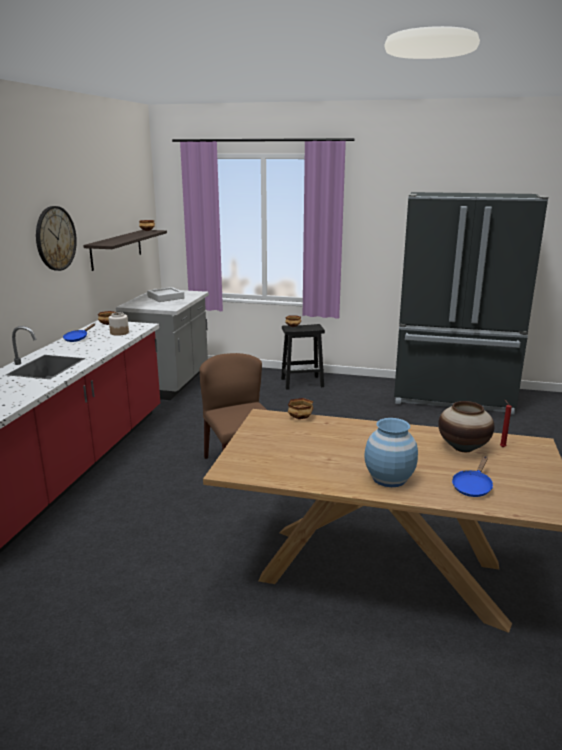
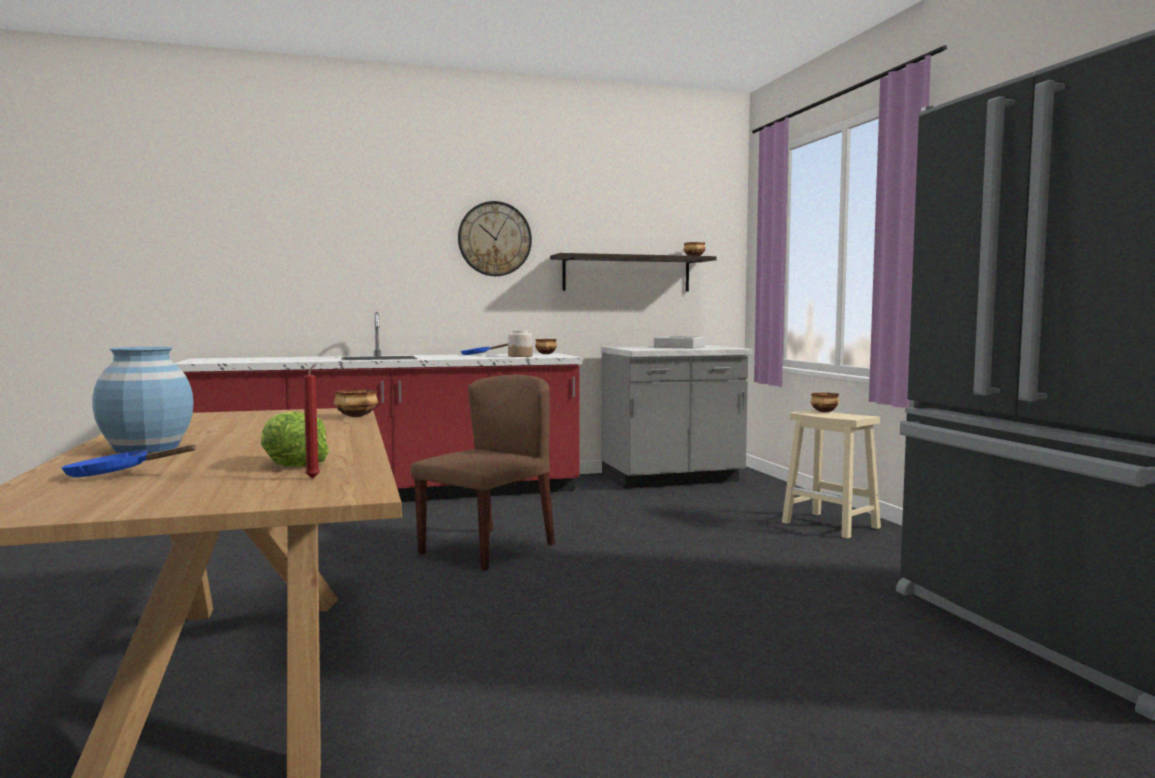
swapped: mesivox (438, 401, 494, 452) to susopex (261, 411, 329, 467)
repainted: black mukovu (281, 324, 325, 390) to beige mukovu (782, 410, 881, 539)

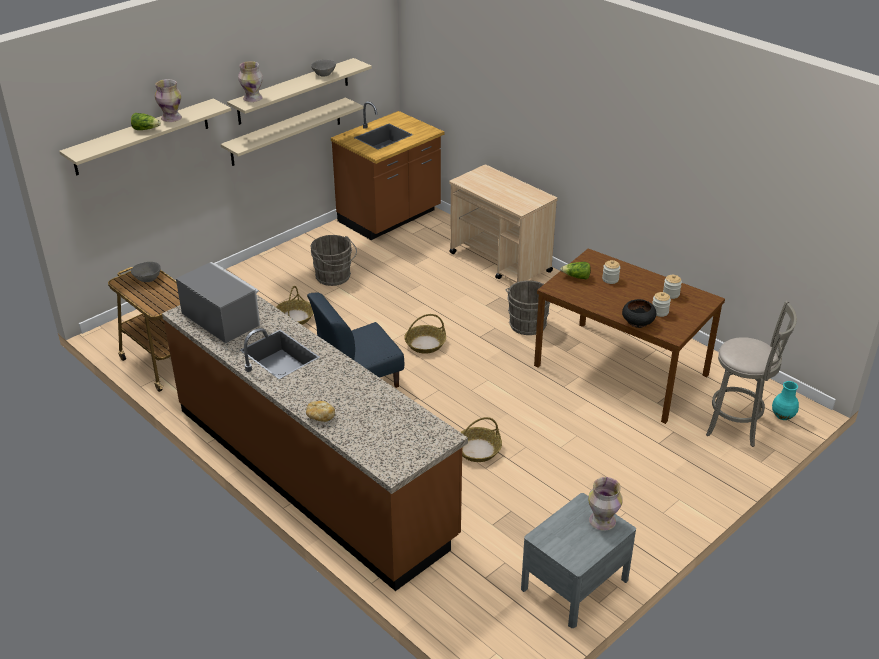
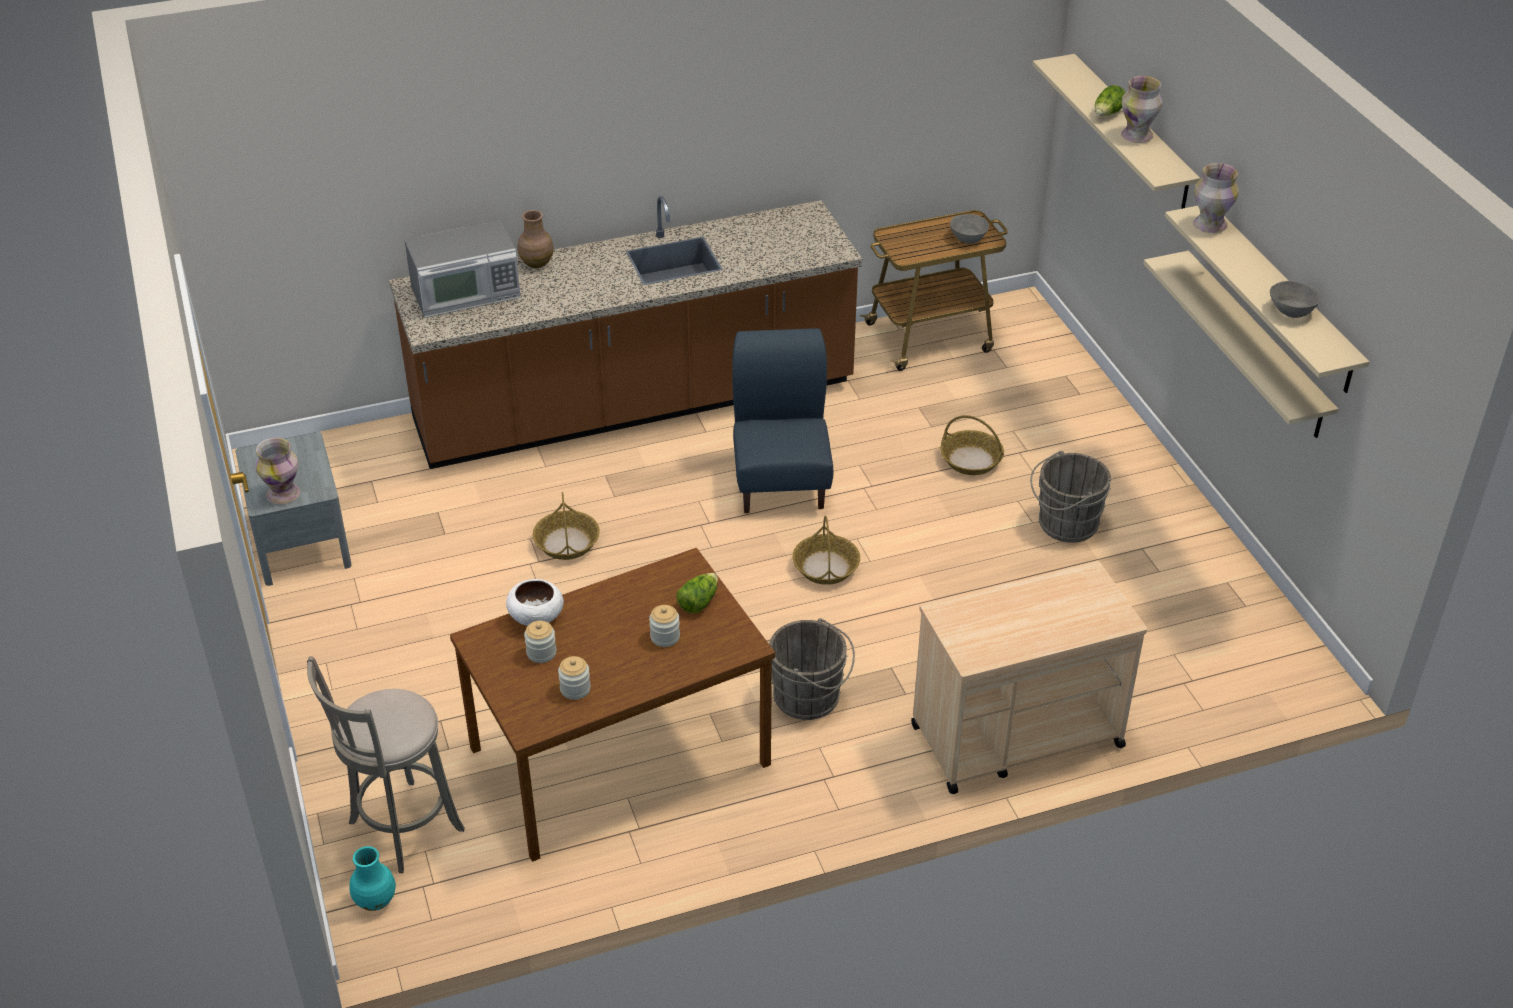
gone: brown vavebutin (331, 102, 444, 240)
shifted: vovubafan (176, 262, 260, 344) to (404, 220, 521, 318)
swapped: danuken (306, 401, 335, 422) to brown mesivox (518, 210, 554, 268)
repainted: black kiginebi (622, 299, 656, 328) to white kiginebi (506, 579, 564, 626)

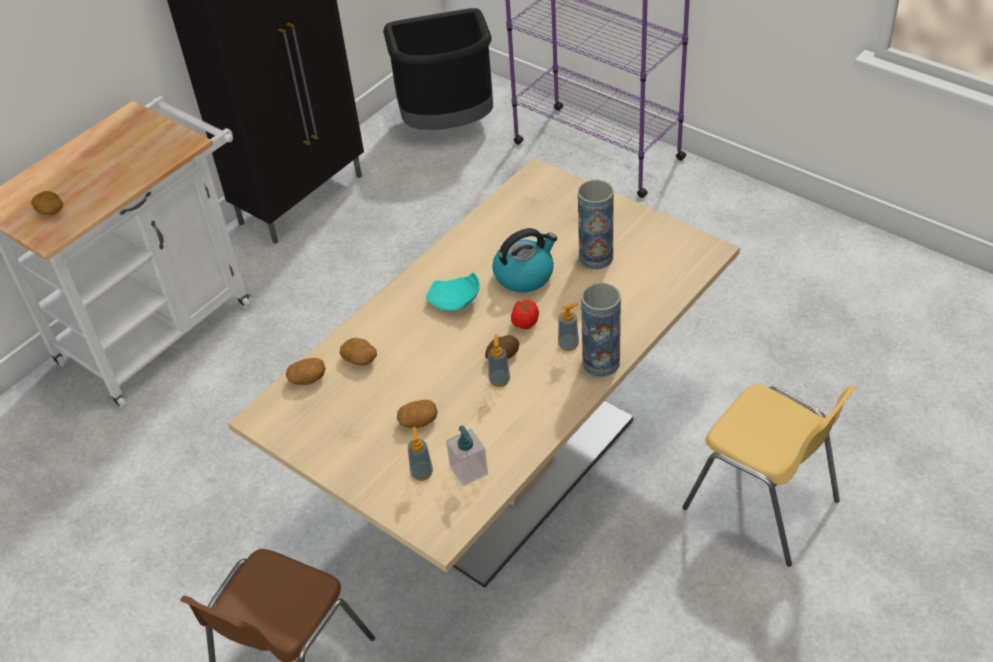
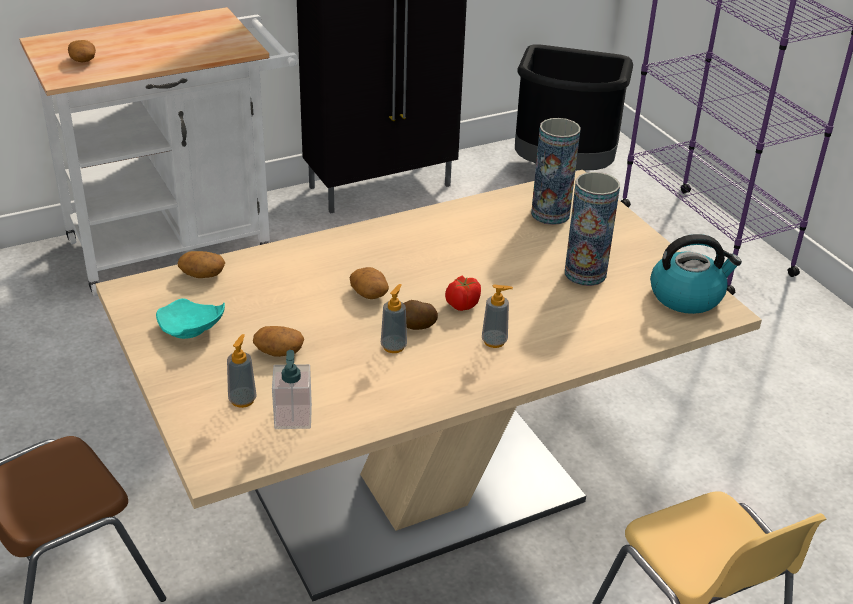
shifted: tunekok (492, 228, 557, 292) to (650, 234, 742, 314); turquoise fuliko (426, 273, 480, 311) to (156, 298, 225, 339); mesivox (581, 282, 621, 377) to (531, 118, 581, 225); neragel (340, 338, 377, 366) to (350, 267, 389, 299)

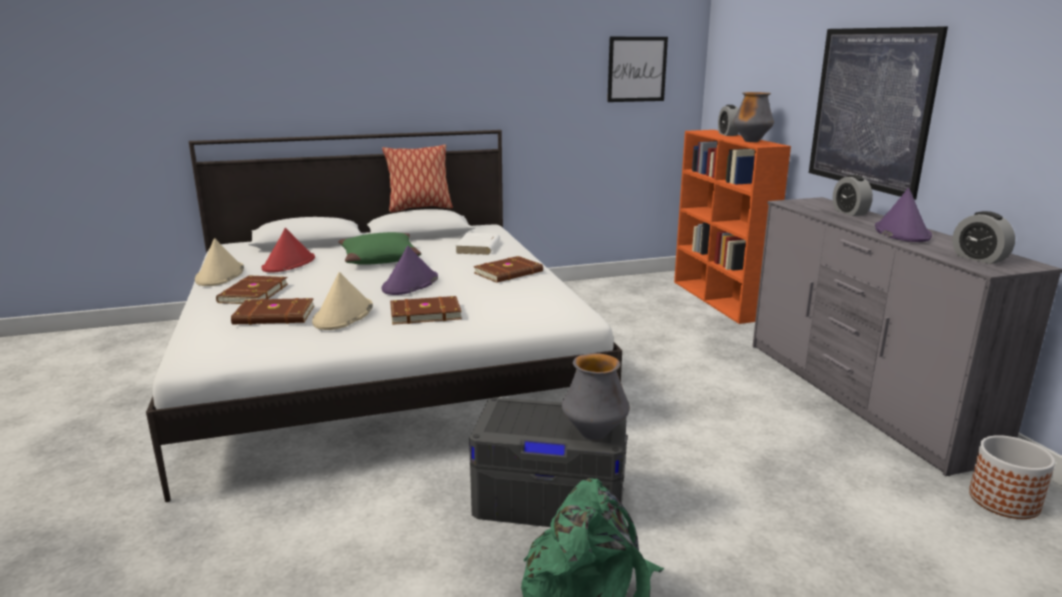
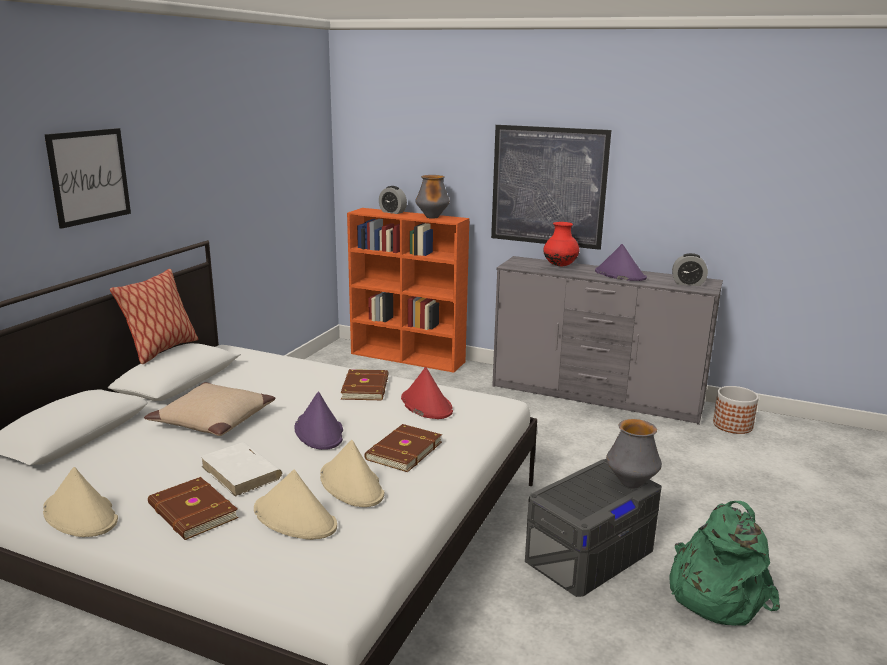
shifted: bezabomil (607, 37, 668, 102) to (44, 128, 131, 229); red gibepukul (261, 228, 315, 273) to (401, 367, 453, 419); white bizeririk (455, 233, 500, 255) to (200, 442, 283, 497)
swapped: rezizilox (833, 175, 873, 216) to red mesivox (543, 222, 580, 266); brown bizeririk (231, 298, 314, 325) to beige gibepukul (254, 470, 337, 540)
repainted: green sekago (338, 232, 421, 265) to beige sekago (144, 382, 276, 436)

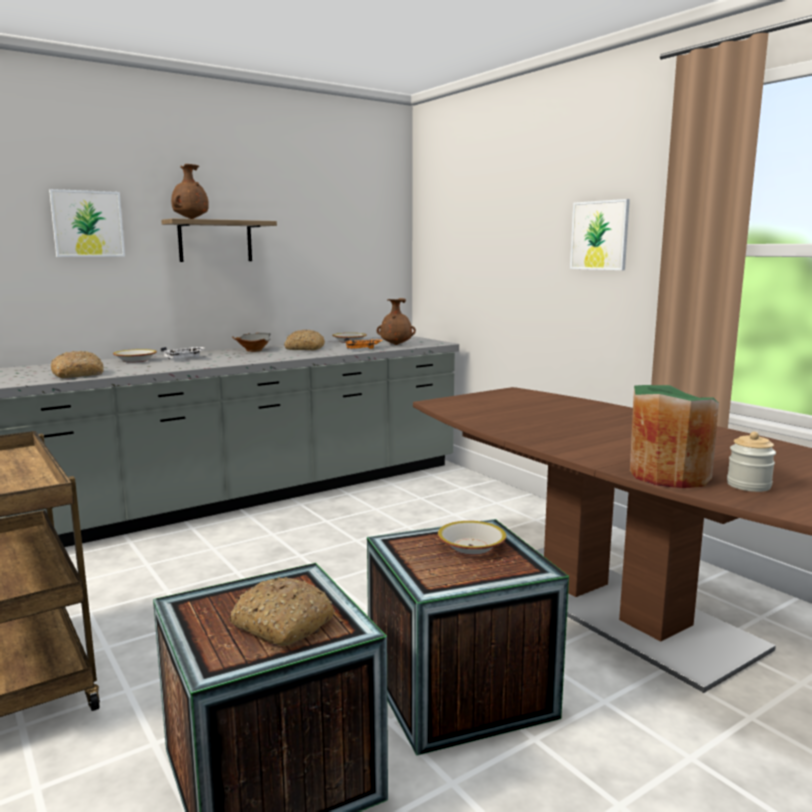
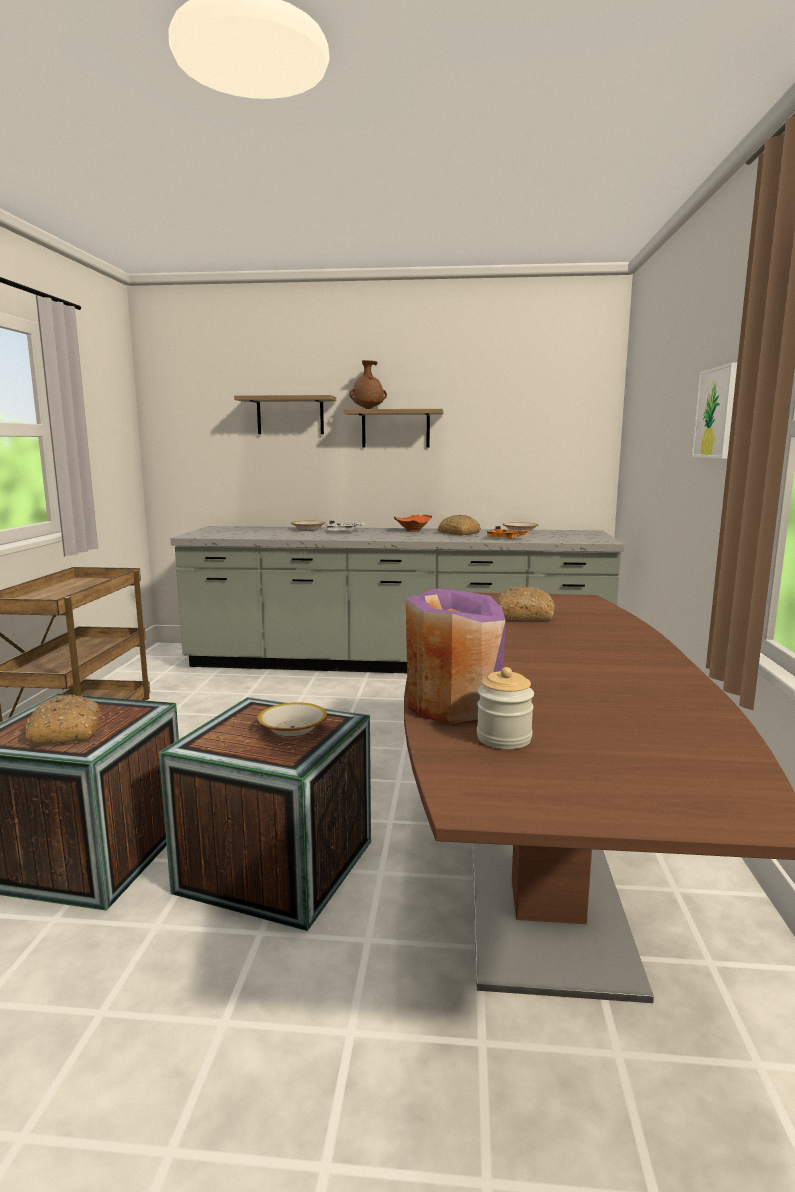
gone: brown mesivox (377, 298, 416, 345)
shifted: danuken (51, 351, 104, 378) to (496, 586, 555, 620)
swapped: bezabomil (49, 189, 125, 257) to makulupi (234, 395, 336, 434)
repainted: grey kiginebi (232, 332, 271, 352) to orange kiginebi (394, 515, 432, 532); green mesivox (630, 385, 719, 488) to purple mesivox (406, 589, 505, 724)

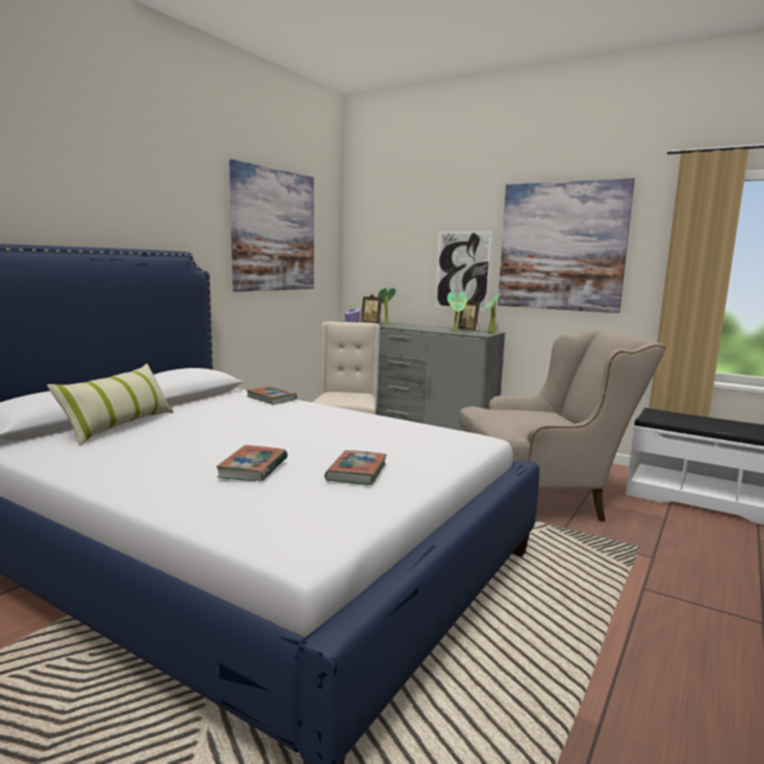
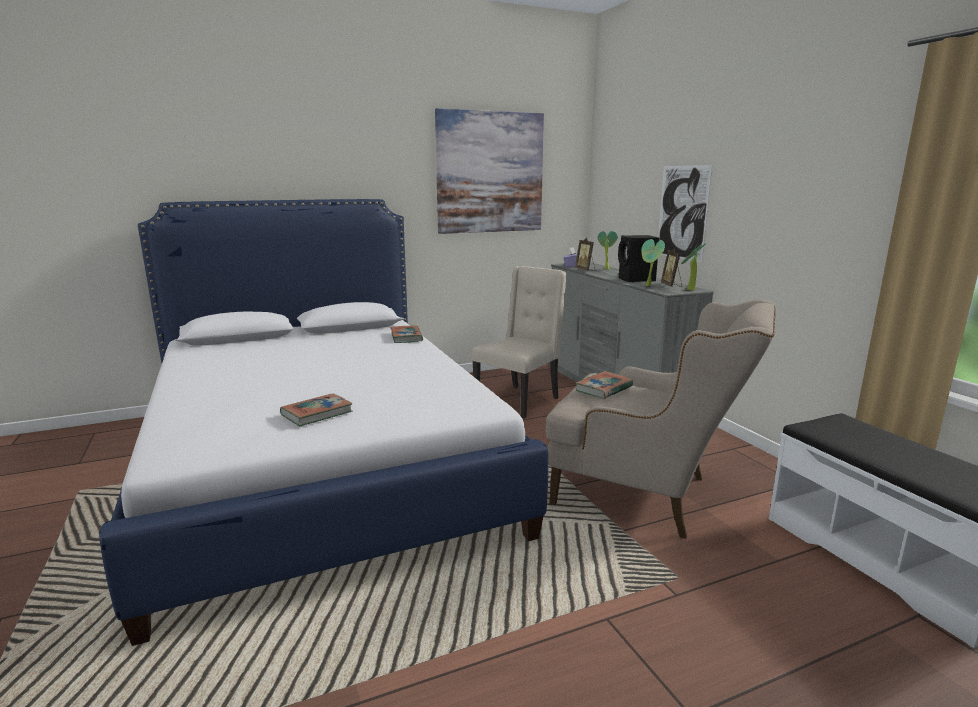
gone: bezabomil (498, 178, 635, 313); sekago (47, 363, 173, 446)
new: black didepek (618, 235, 659, 282)
shifted: bizeririk (216, 445, 287, 481) to (576, 371, 633, 399)

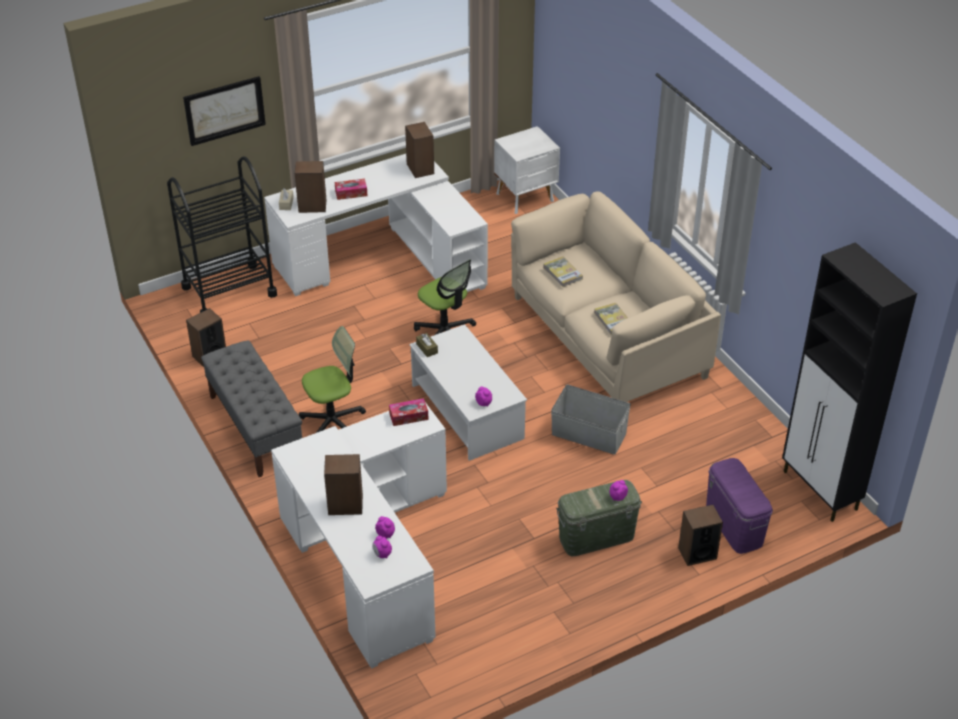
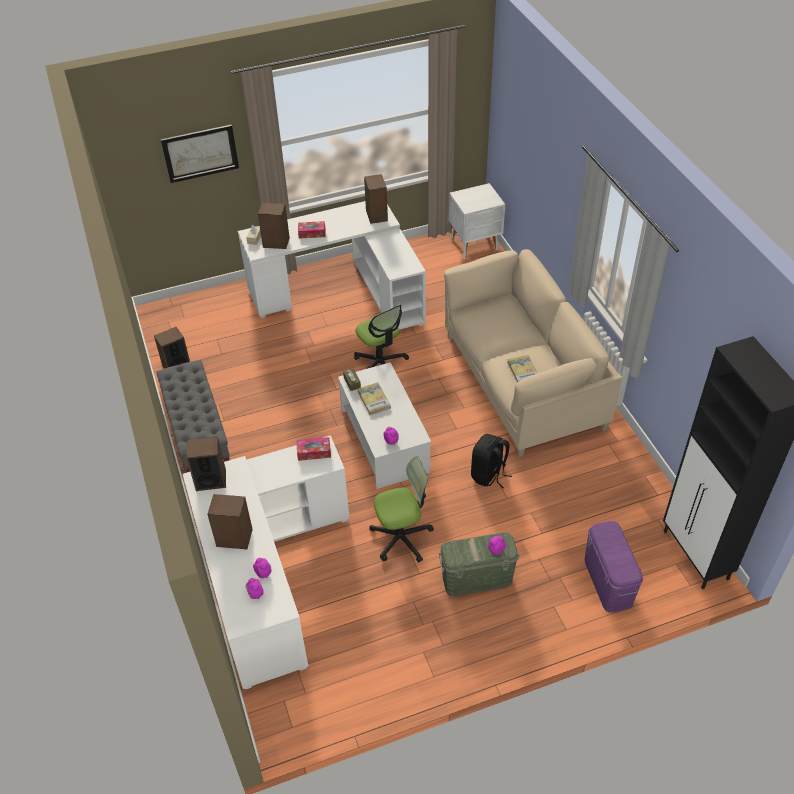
gone: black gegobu (167, 156, 277, 313)
shifted: bizeririk (543, 256, 583, 287) to (358, 382, 391, 415); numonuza (299, 326, 366, 433) to (369, 456, 434, 562); didepek (678, 505, 723, 566) to (186, 436, 226, 491)
swapped: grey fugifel (551, 385, 631, 455) to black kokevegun (471, 434, 512, 488)

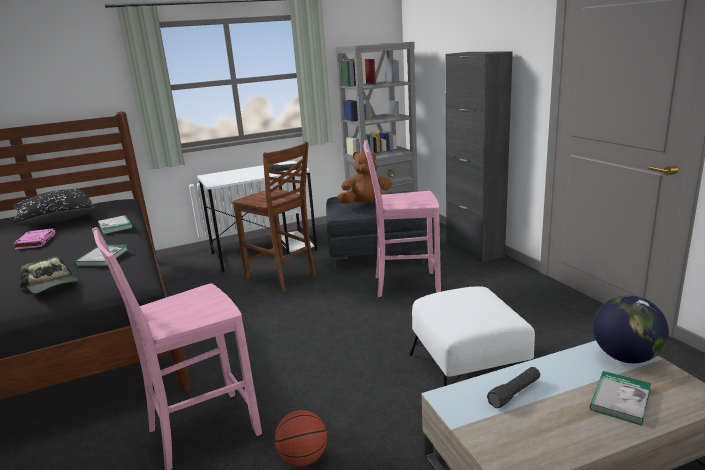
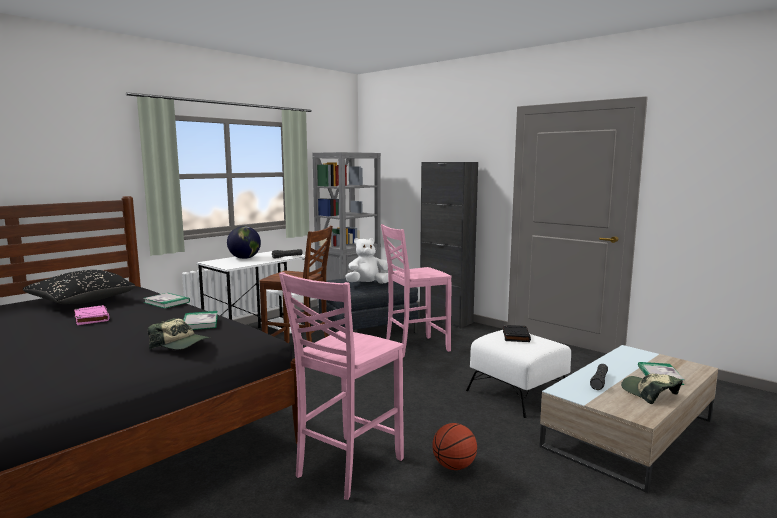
new: black bizeririk (503, 325, 531, 342); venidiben (621, 374, 683, 404)
shifted: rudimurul (593, 295, 669, 363) to (227, 226, 261, 259)
repainted: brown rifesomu (337, 152, 392, 204) to white rifesomu (346, 238, 388, 284)

